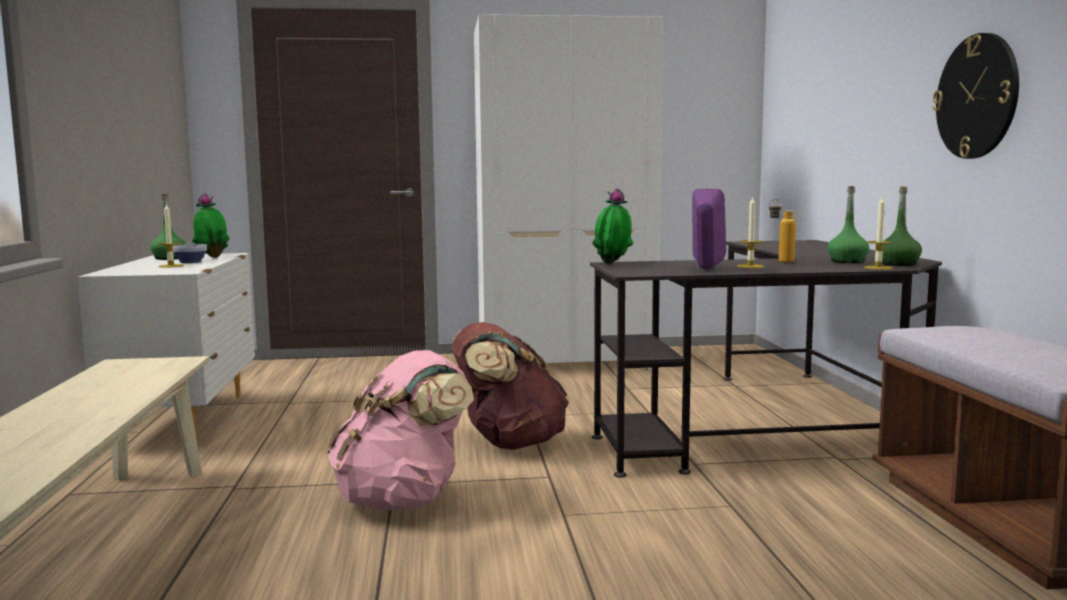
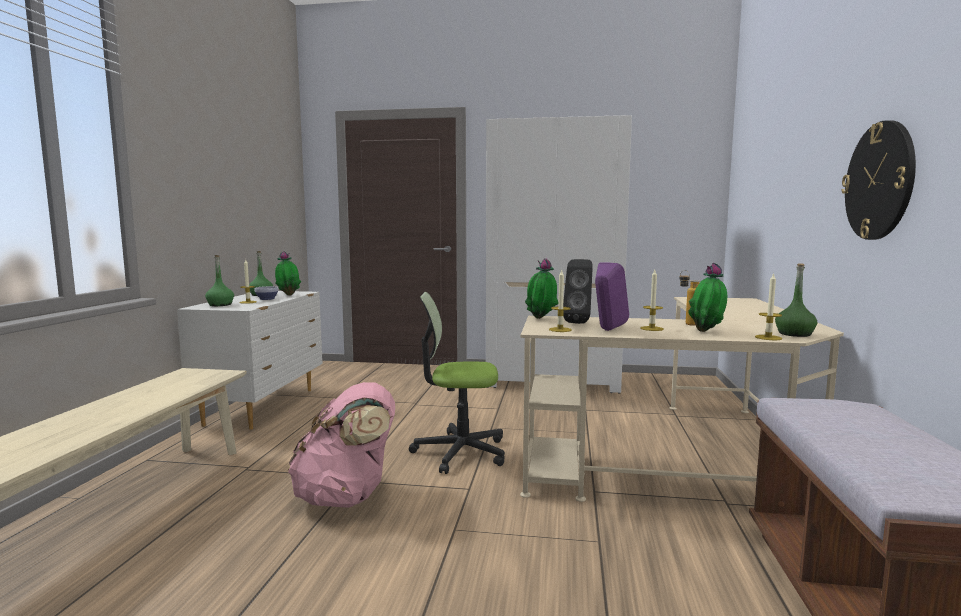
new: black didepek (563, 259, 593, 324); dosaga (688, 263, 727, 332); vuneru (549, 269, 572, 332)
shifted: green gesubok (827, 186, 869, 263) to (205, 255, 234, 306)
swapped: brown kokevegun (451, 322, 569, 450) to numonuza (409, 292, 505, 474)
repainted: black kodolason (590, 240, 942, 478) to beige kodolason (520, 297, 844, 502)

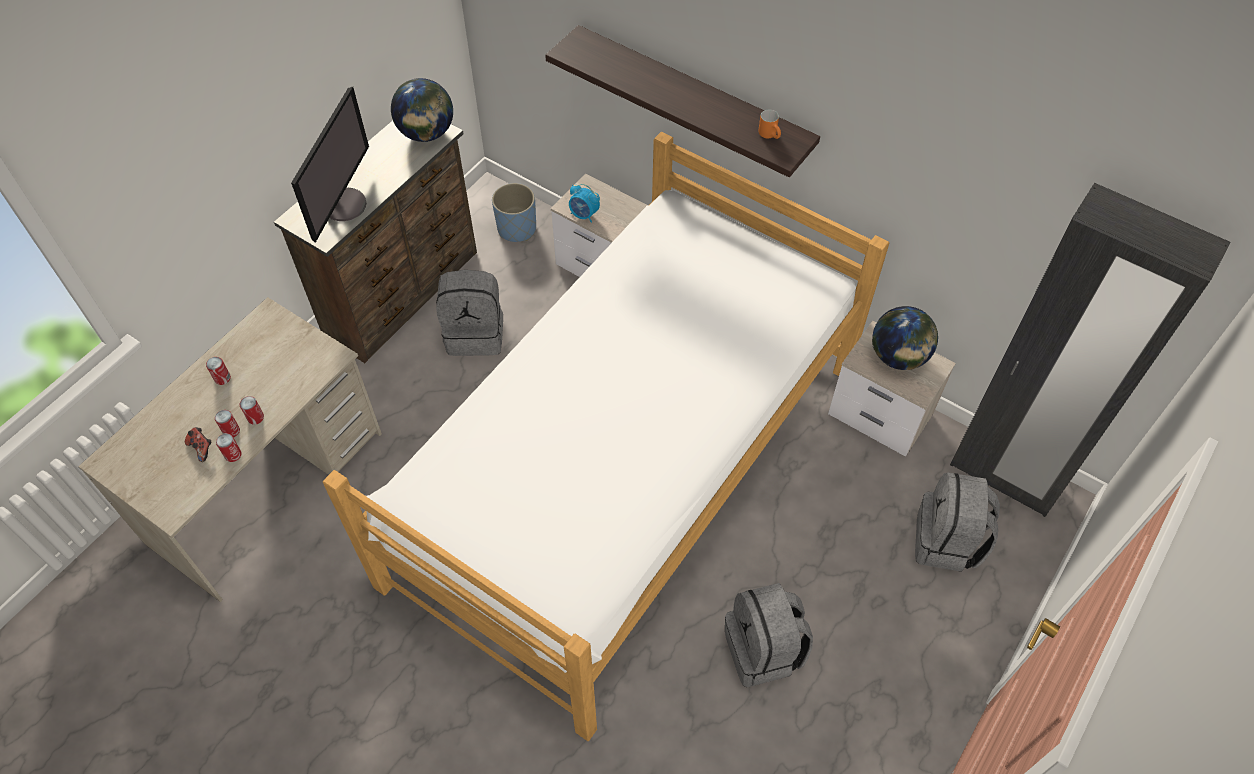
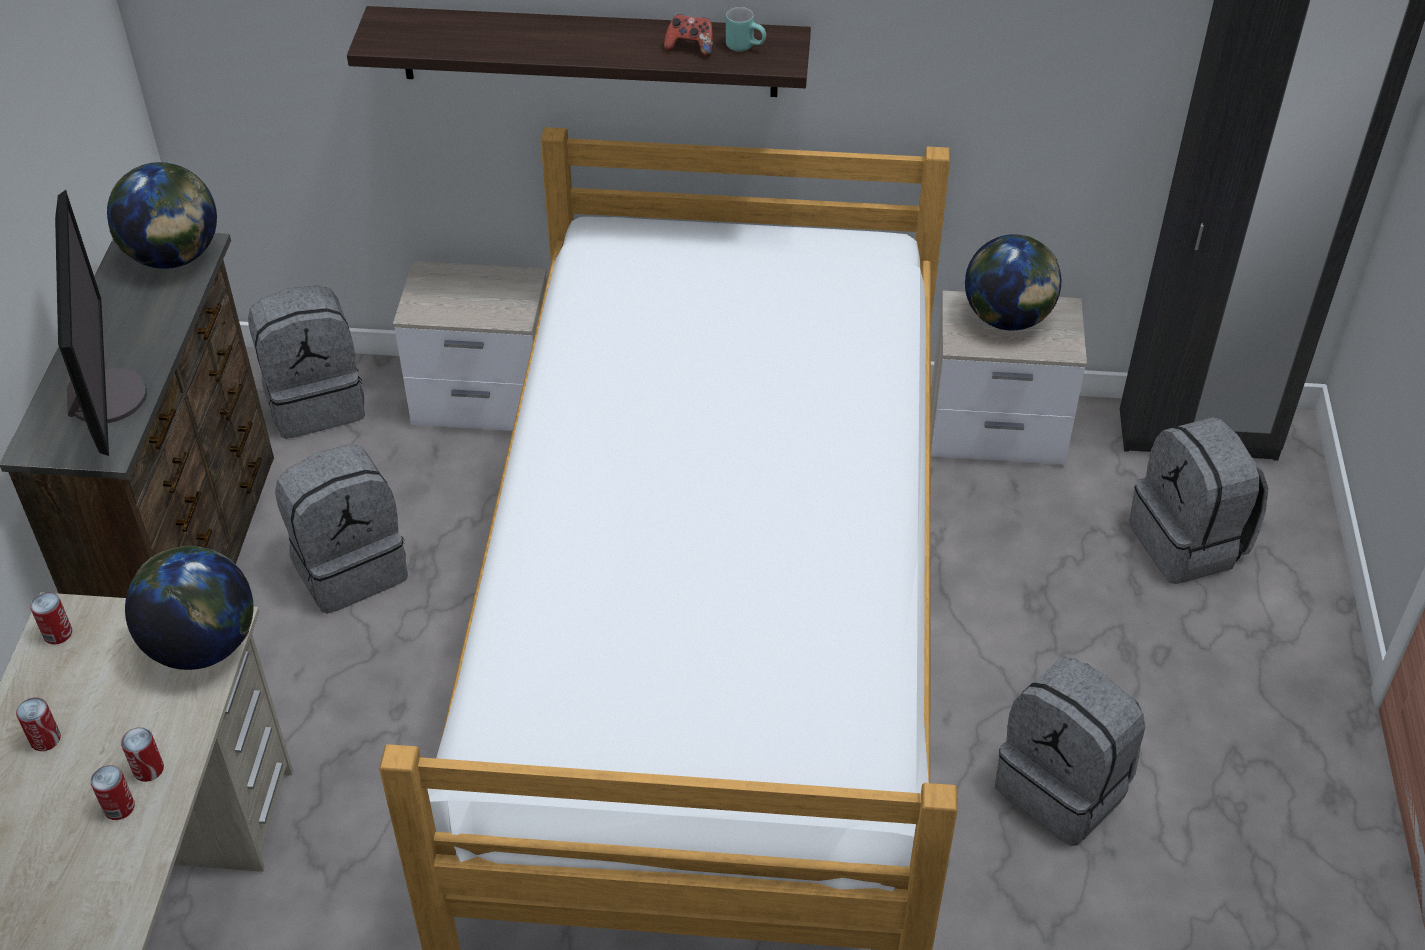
gone: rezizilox (569, 184, 600, 223)
new: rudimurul (125, 546, 253, 670)
shifted: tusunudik (185, 427, 211, 462) to (664, 14, 713, 57); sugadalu (216, 433, 242, 462) to (30, 593, 72, 644)
swapped: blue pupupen (492, 183, 536, 242) to grey kokevegun (248, 286, 365, 439)
repainted: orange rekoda (759, 109, 781, 139) to turquoise rekoda (726, 7, 766, 51)

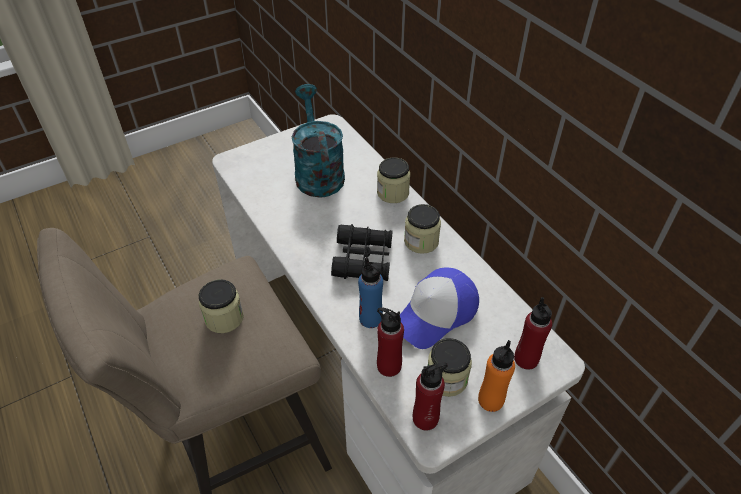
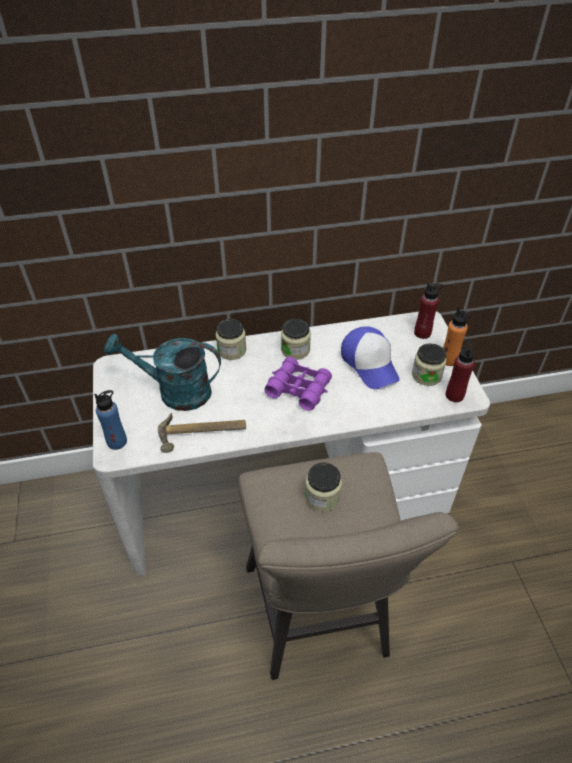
gone: red gesubok (377, 307, 404, 377)
new: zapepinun (158, 413, 246, 453)
shifted: blue gesubok (358, 257, 383, 328) to (94, 390, 127, 450)
repainted: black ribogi (331, 224, 393, 281) to purple ribogi (265, 357, 332, 411)

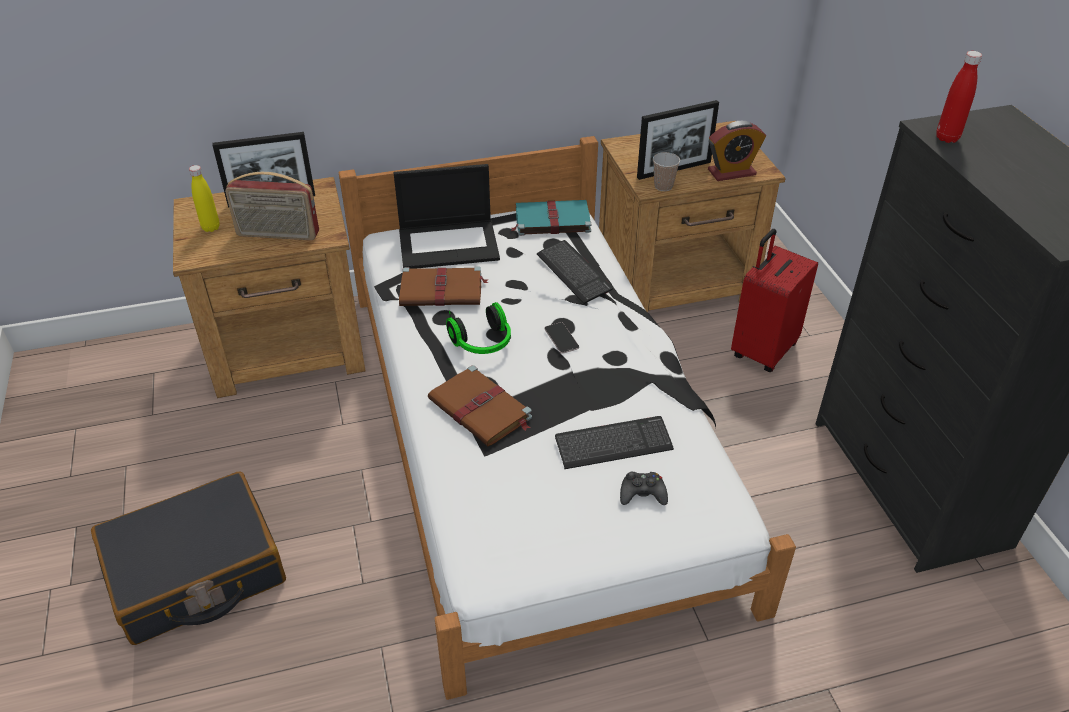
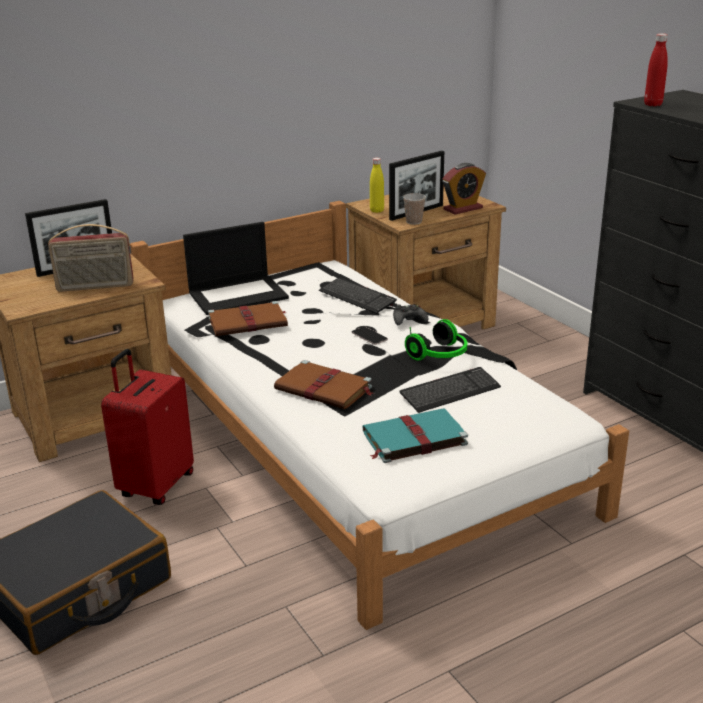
shifted: yellow gesubok (189, 165, 220, 232) to (370, 158, 384, 213); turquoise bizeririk (511, 200, 592, 236) to (362, 408, 468, 463); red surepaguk (731, 229, 818, 372) to (101, 349, 194, 505); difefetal (446, 302, 511, 354) to (405, 319, 467, 361); black tusunudik (620, 472, 668, 505) to (393, 304, 429, 325)

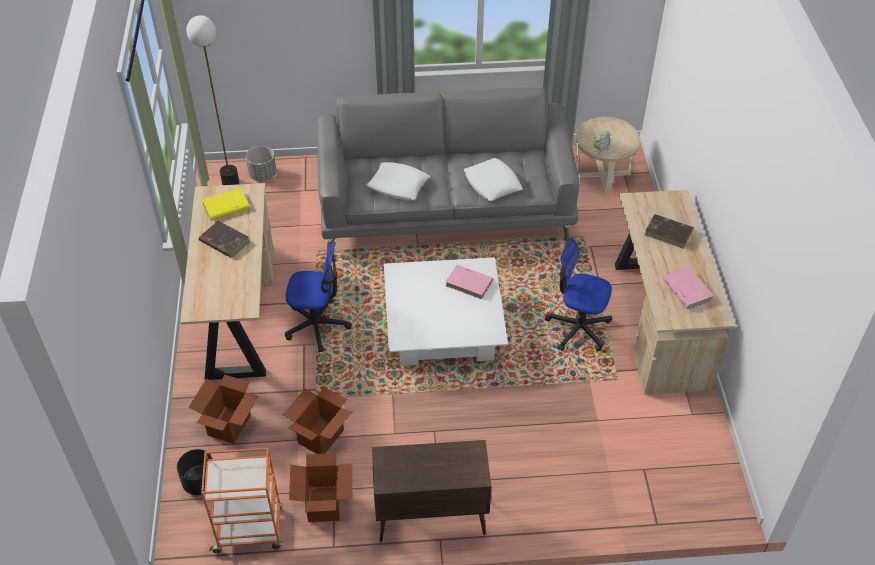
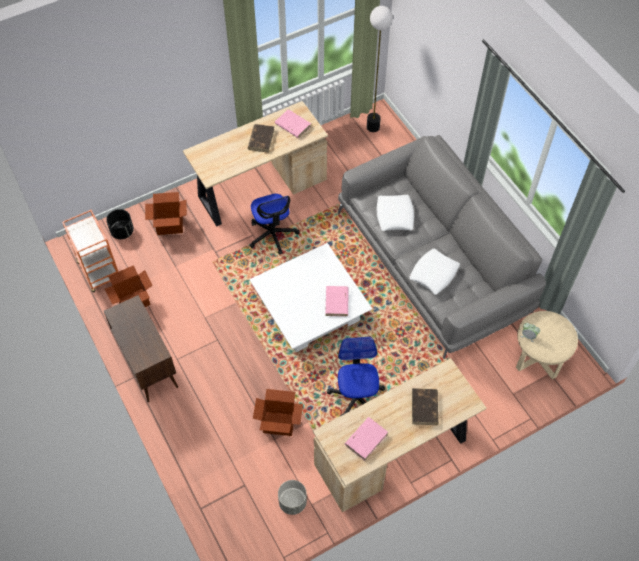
shifted: grey pupupen (246, 146, 277, 181) to (278, 480, 307, 515); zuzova (283, 387, 353, 454) to (253, 389, 303, 436)
repainted: yellow bizeririk (202, 188, 250, 221) to pink bizeririk (275, 109, 311, 138)

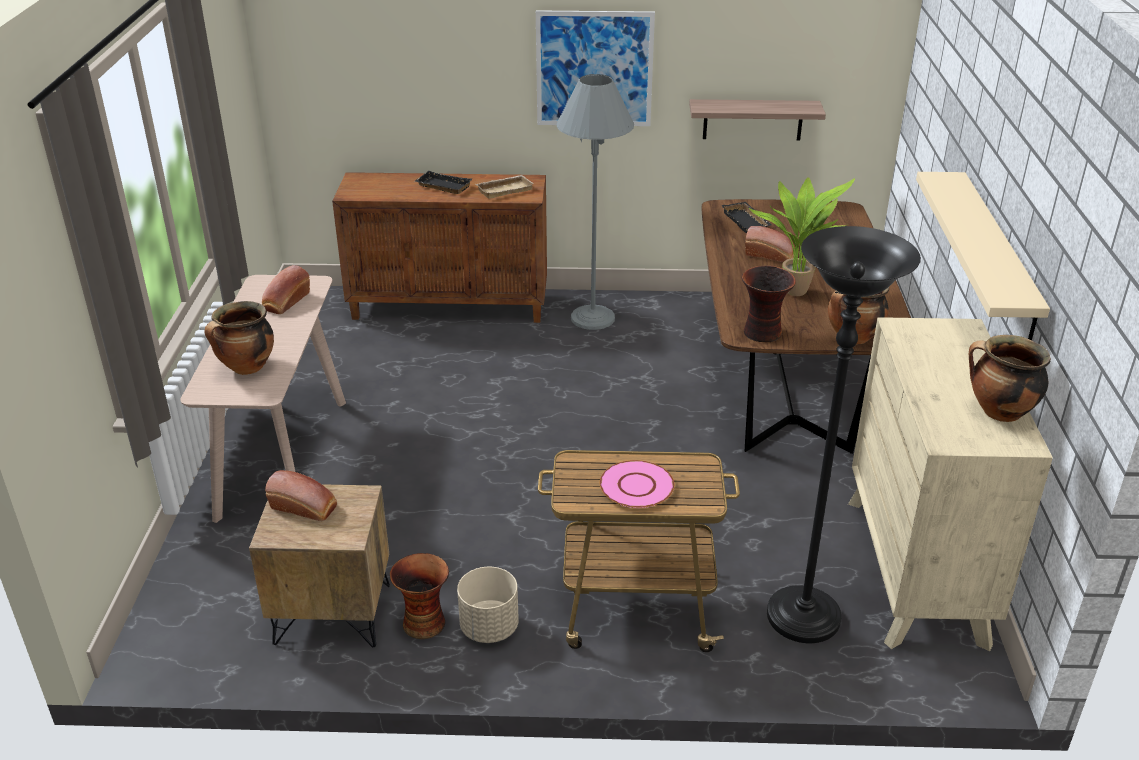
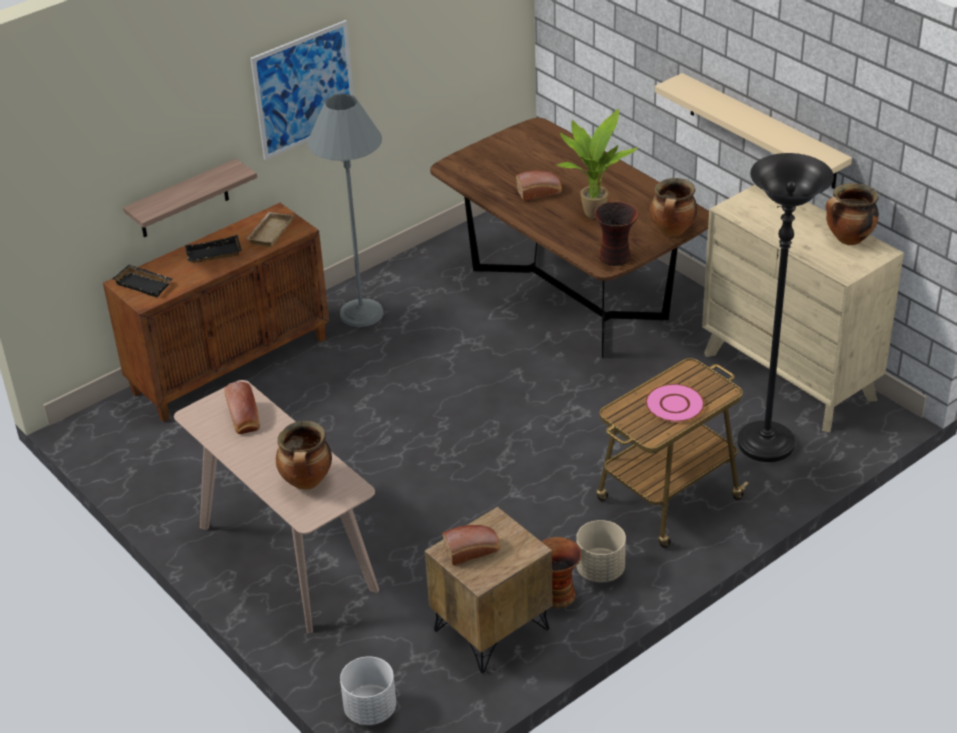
new: white pupupen (340, 656, 396, 725)
shifted: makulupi (689, 99, 826, 140) to (123, 159, 257, 237); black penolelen (721, 202, 771, 234) to (112, 265, 173, 297)

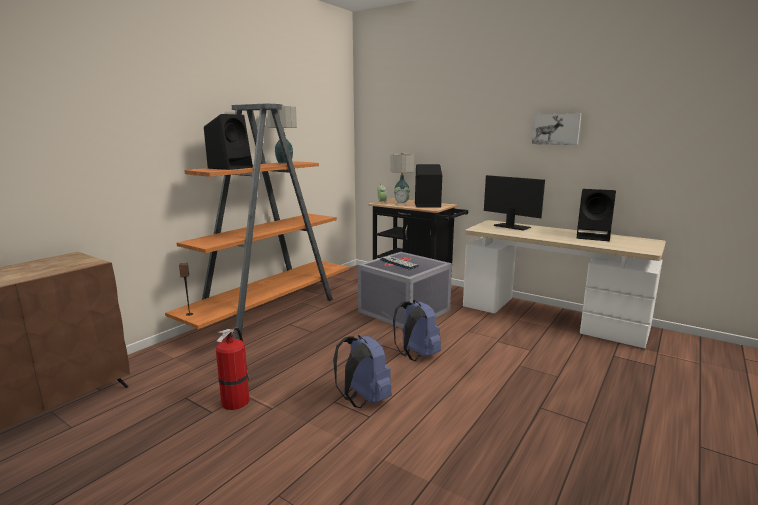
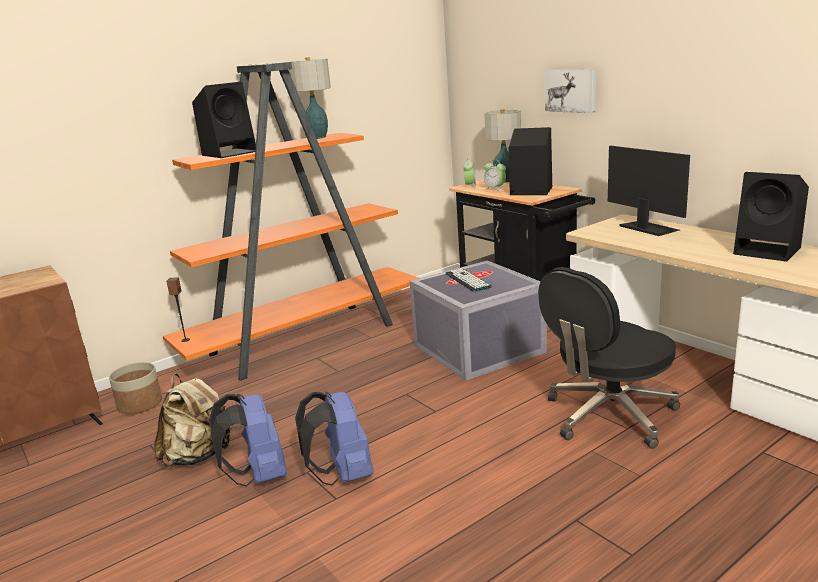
new: black numonuza (538, 267, 680, 449); pupupen (109, 362, 162, 414)
shifted: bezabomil (532, 113, 582, 145) to (545, 69, 596, 113); blue kokevegun (393, 300, 441, 361) to (209, 394, 287, 486)
swapped: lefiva (216, 328, 250, 410) to beige kokevegun (154, 373, 233, 467)

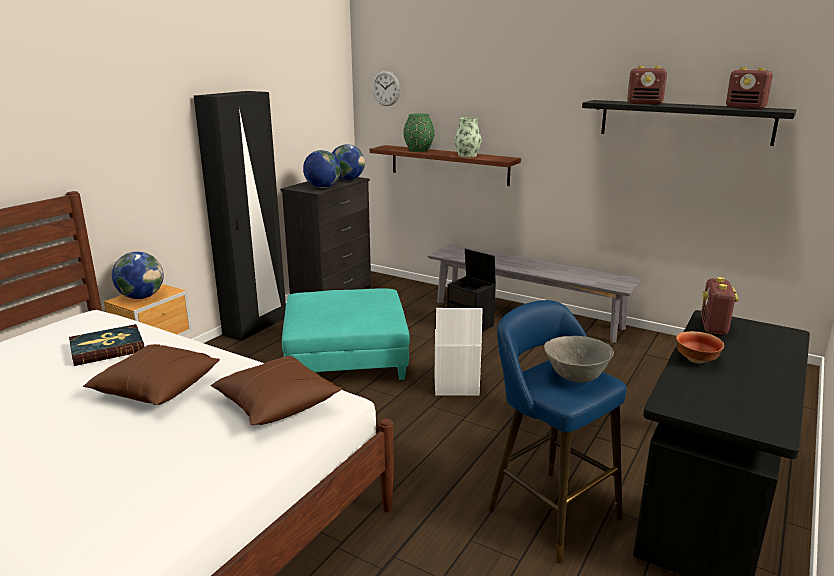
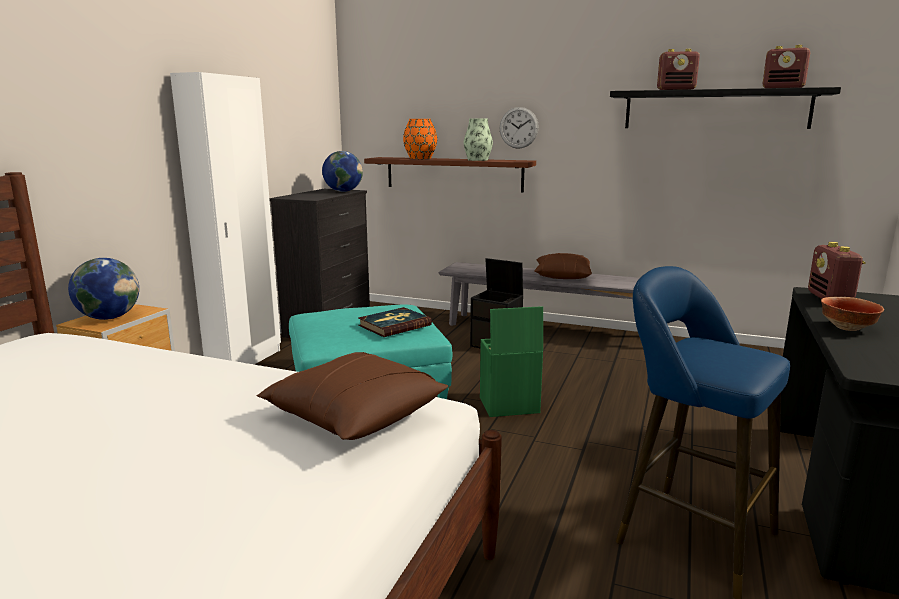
gone: rudimurul (303, 150, 341, 188); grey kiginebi (544, 336, 614, 383)
shifted: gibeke (372, 71, 401, 106) to (500, 107, 539, 149); bizeririk (69, 324, 145, 366) to (358, 307, 432, 337); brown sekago (83, 344, 220, 405) to (534, 253, 592, 279)
repainted: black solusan (194, 91, 286, 341) to white solusan (170, 72, 281, 364); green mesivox (403, 113, 434, 152) to orange mesivox (403, 119, 437, 159); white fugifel (435, 308, 483, 396) to green fugifel (480, 306, 543, 417)

